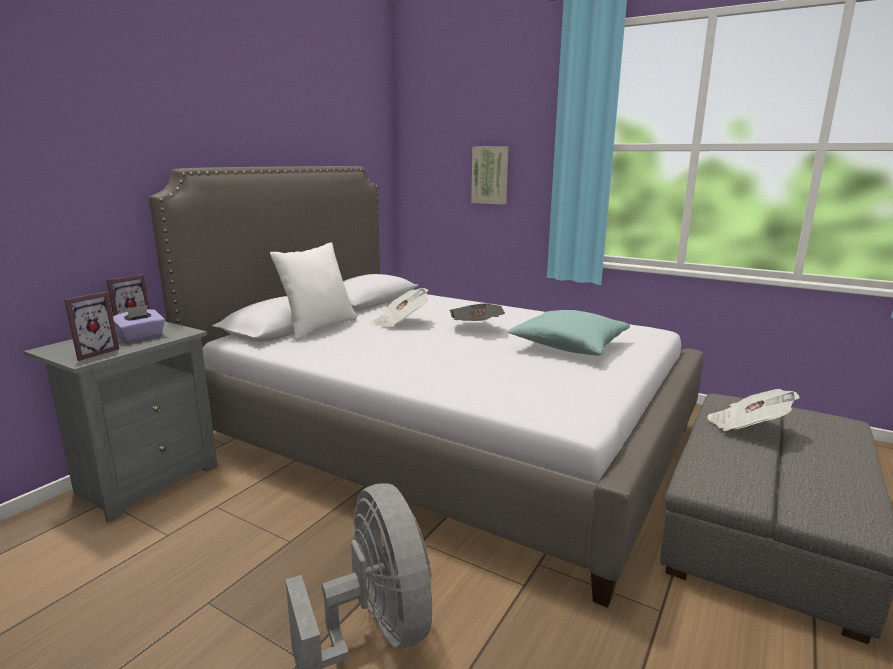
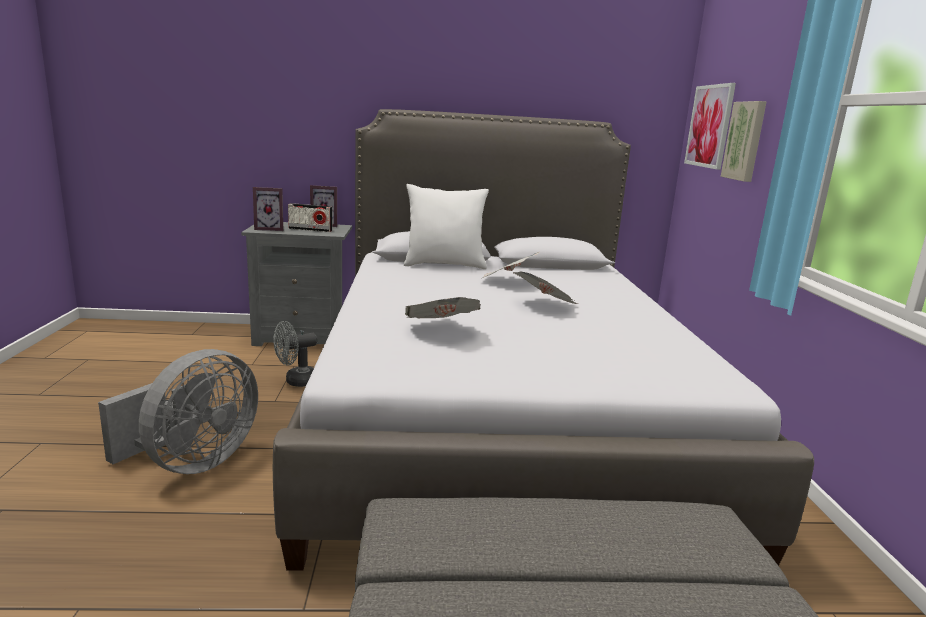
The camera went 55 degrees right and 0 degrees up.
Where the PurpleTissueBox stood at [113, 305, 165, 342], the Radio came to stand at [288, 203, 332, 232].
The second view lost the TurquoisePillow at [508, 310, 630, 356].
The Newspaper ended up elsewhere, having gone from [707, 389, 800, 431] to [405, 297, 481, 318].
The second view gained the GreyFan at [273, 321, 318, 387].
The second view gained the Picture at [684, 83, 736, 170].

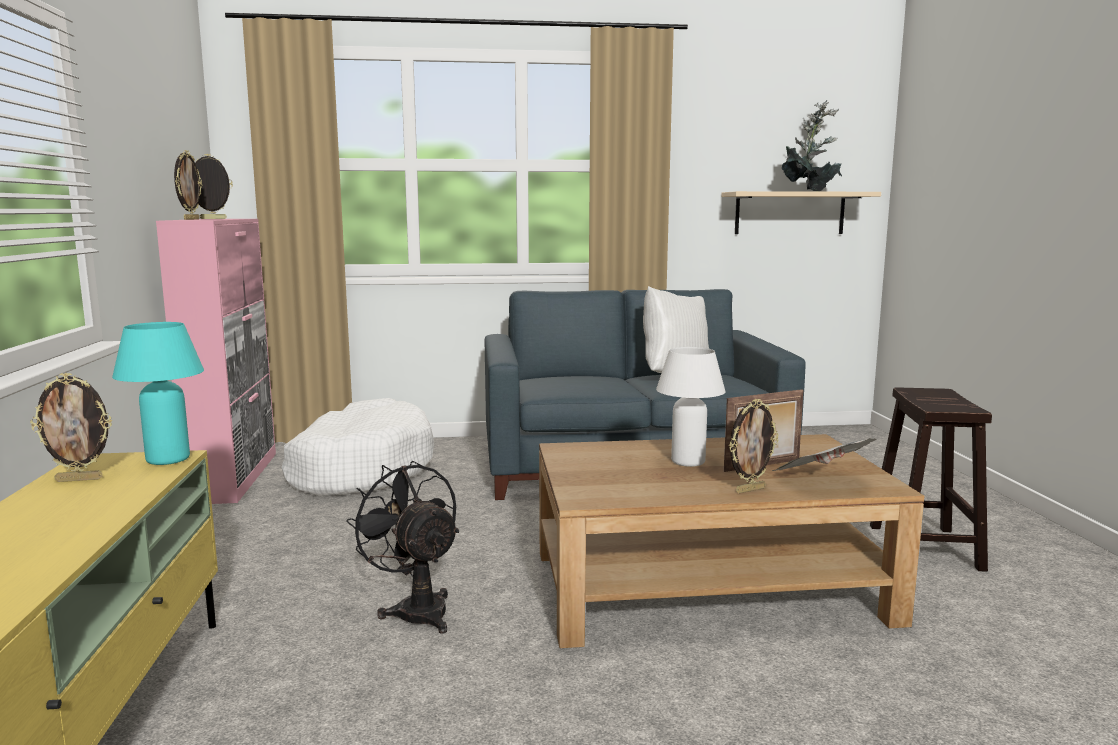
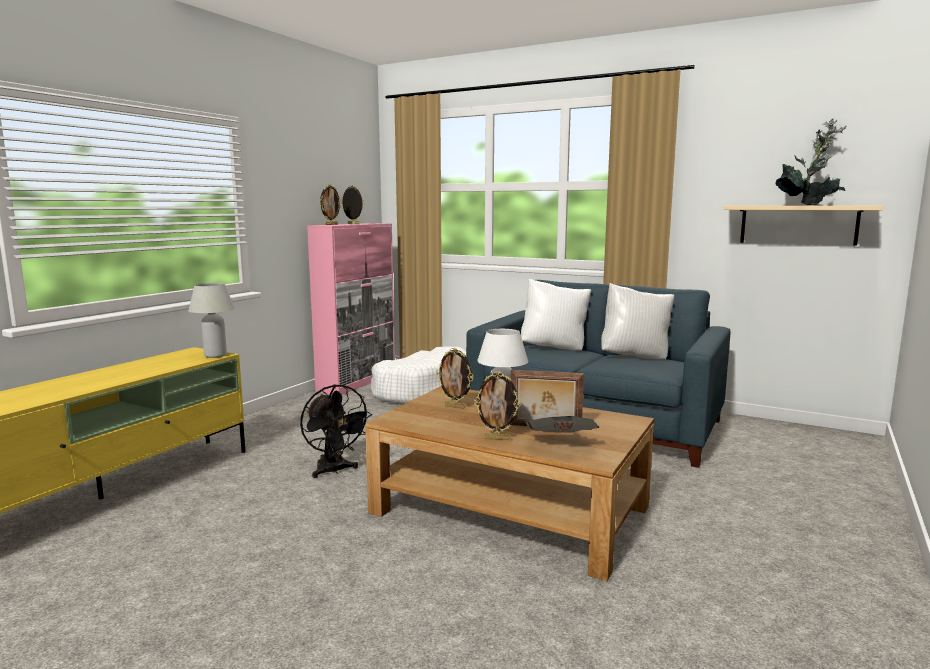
The camera went 35 degrees right and 0 degrees up.
The PictureFrame ended up elsewhere, having gone from [30, 373, 112, 482] to [436, 348, 474, 409].
What was the TurquoiseTableLamp at [112, 322, 204, 465] turned into the WhiteTableLamp at [188, 283, 235, 358].
The BlackFan at [346, 461, 459, 634] ended up facing another way, 150 degrees clockwise from before.
The second view lost the BrownStool at [870, 387, 992, 572].
The second view gained the WhitePillow at [521, 278, 591, 350].

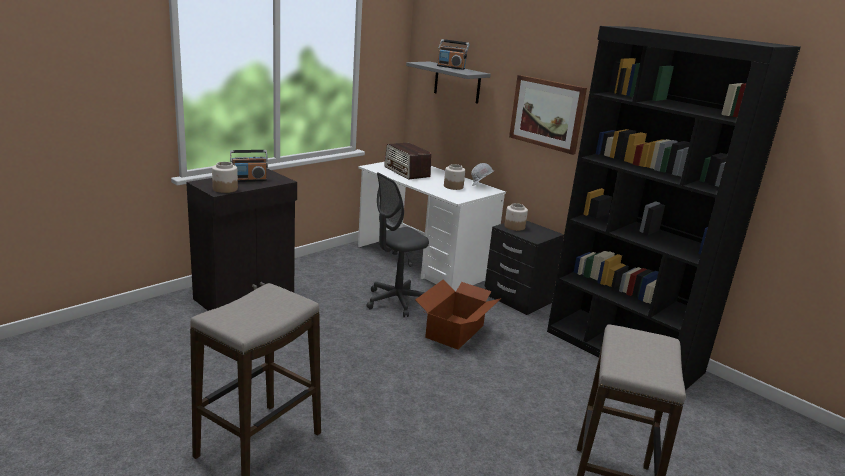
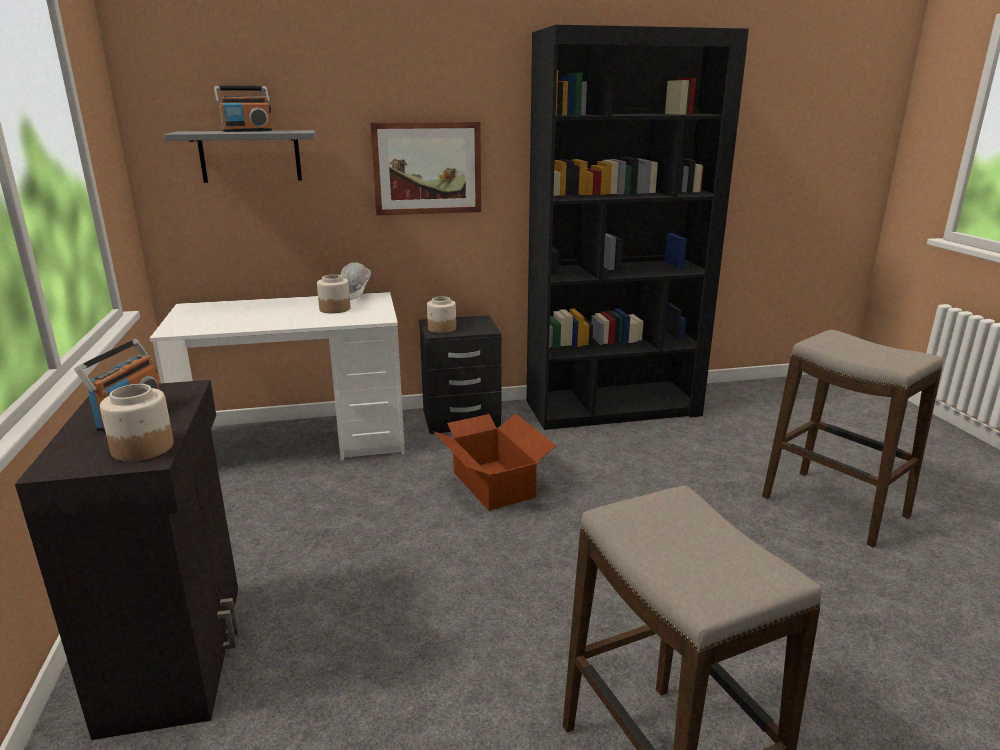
The camera went 55 degrees left and 0 degrees up.
The second view lost the GreyOfficeChair at [366, 172, 429, 317].
The second view lost the Radio at [384, 142, 431, 179].

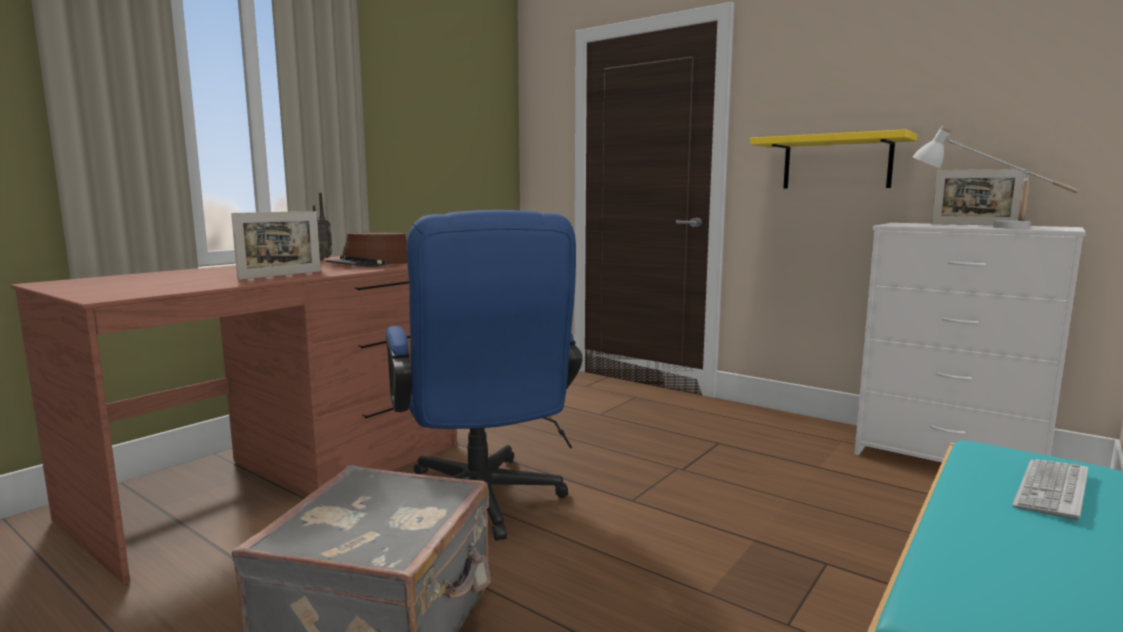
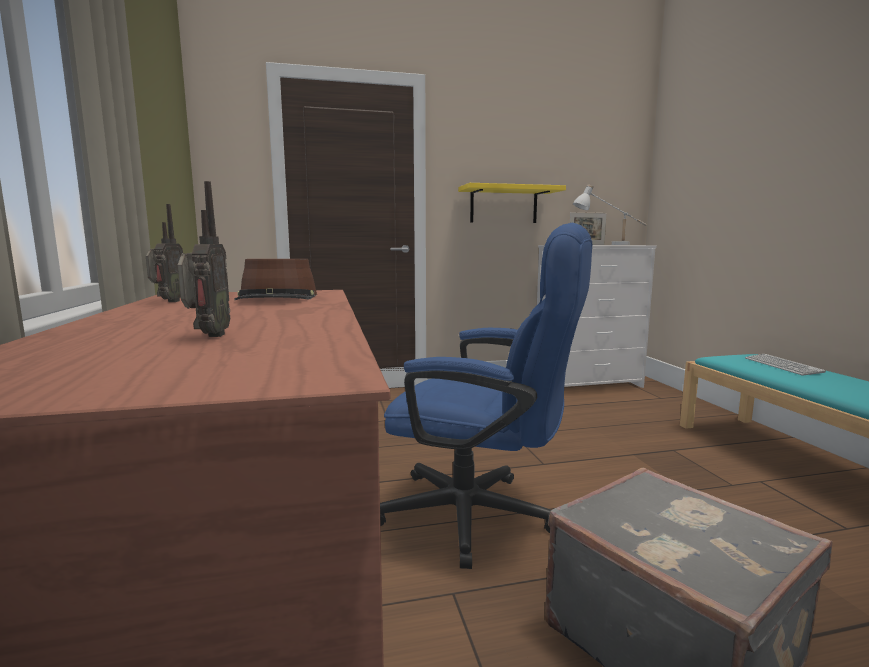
The camera went 50 degrees left and 0 degrees up.
The second view lost the PictureFrame at [231, 211, 321, 280].
The second view gained the Radio at [178, 181, 230, 337].

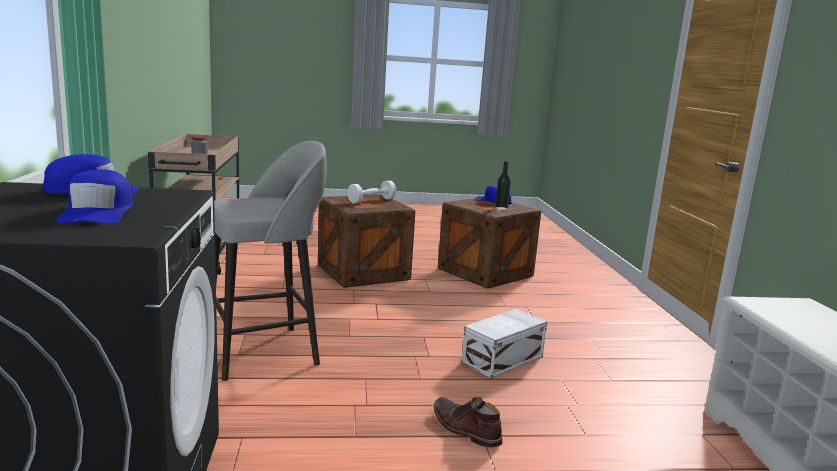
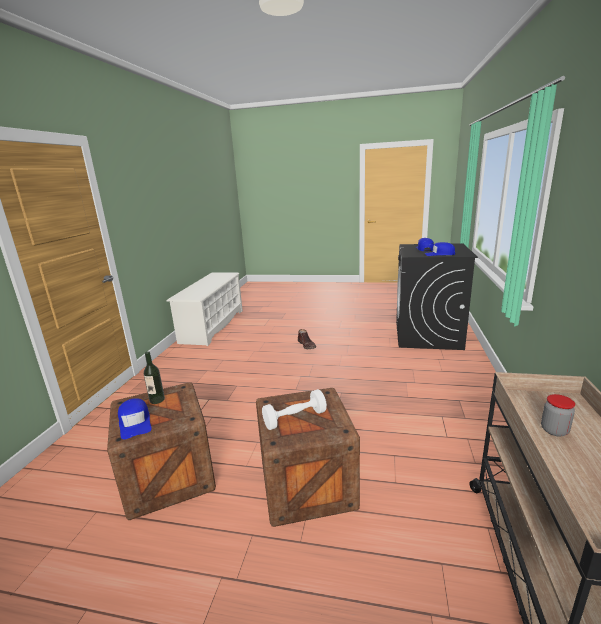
The camera went 160 degrees left and 5 degrees up.
The second view lost the GreyStool at [214, 141, 327, 381].
The second view lost the WhiteStorageBox at [461, 309, 547, 379].

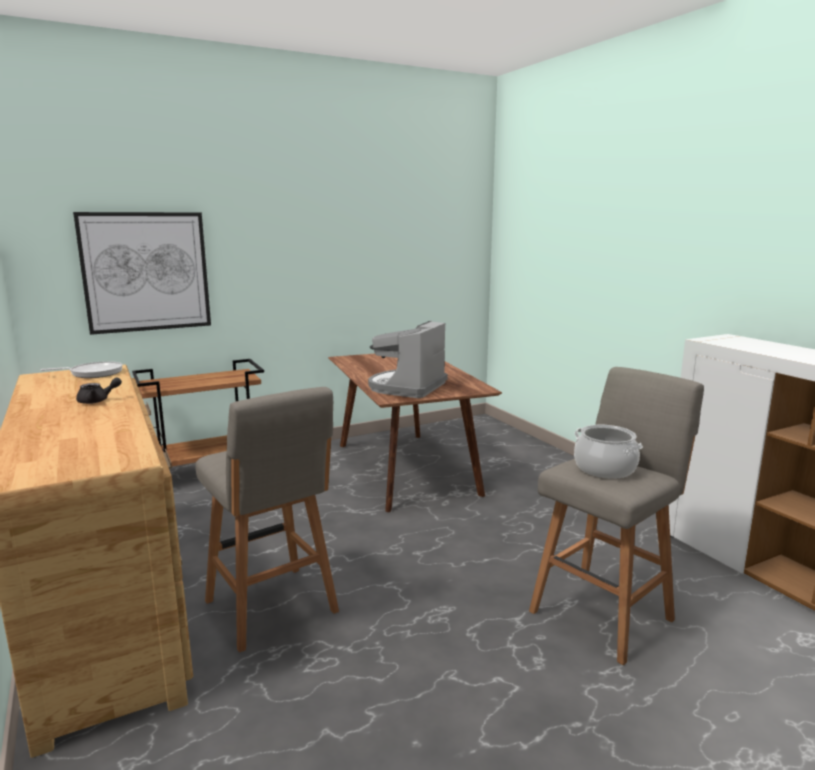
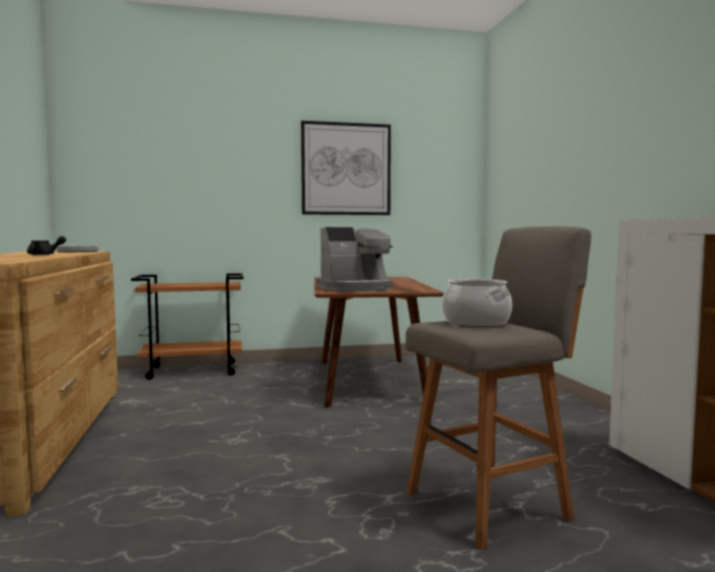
The camera went 15 degrees right and 10 degrees down.
The Picture ended up elsewhere, having gone from [73, 212, 211, 335] to [301, 121, 391, 215].
The second view lost the GreyStool at [195, 387, 339, 653].
The CoffeeMachine at [368, 321, 448, 398] ended up facing another way, 150 degrees counterclockwise from before.

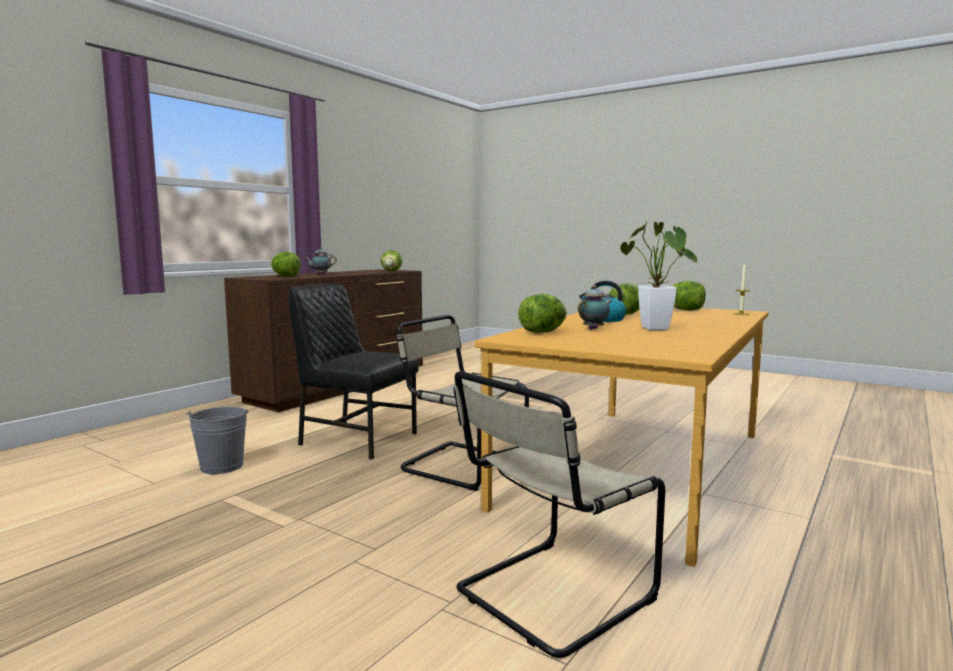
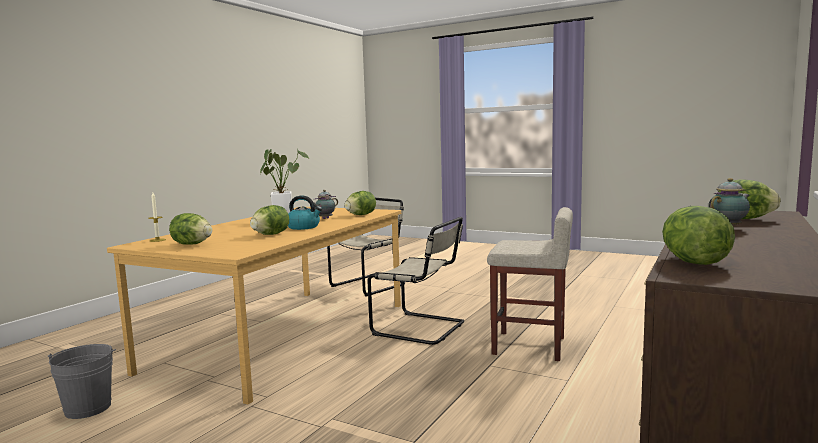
The camera went 175 degrees right and 0 degrees up.
The GreyBucket ended up elsewhere, having gone from [186, 407, 249, 474] to [48, 344, 116, 419].
Where the BlackChair stood at [288, 284, 419, 459], the BeigeStool came to stand at [487, 207, 573, 361].

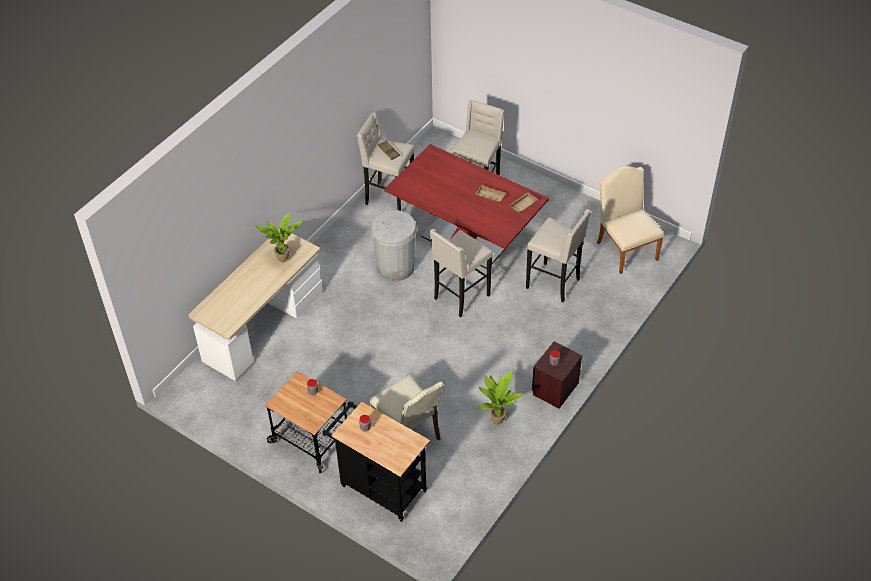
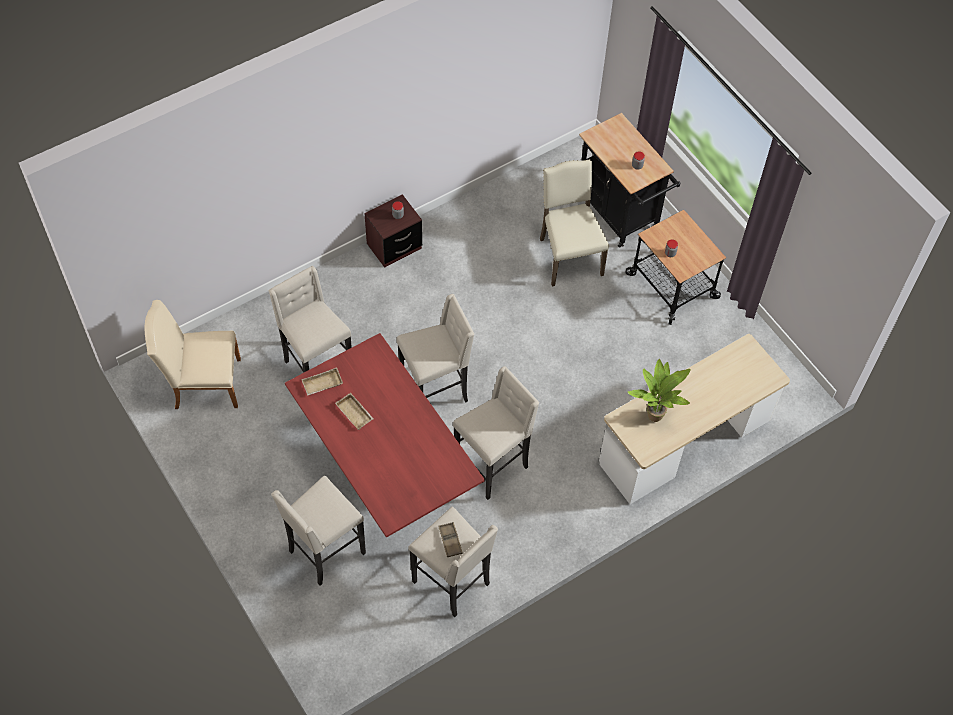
The camera went 160 degrees left and 10 degrees up.
Where the WhiteTrashCan stood at [370, 210, 417, 281], the BeigeStool came to stand at [453, 366, 539, 500].
The second view lost the PottedPlant at [478, 370, 524, 425].
The BeigeChair at [597, 166, 664, 274] ended up facing another way, 90 degrees clockwise from before.

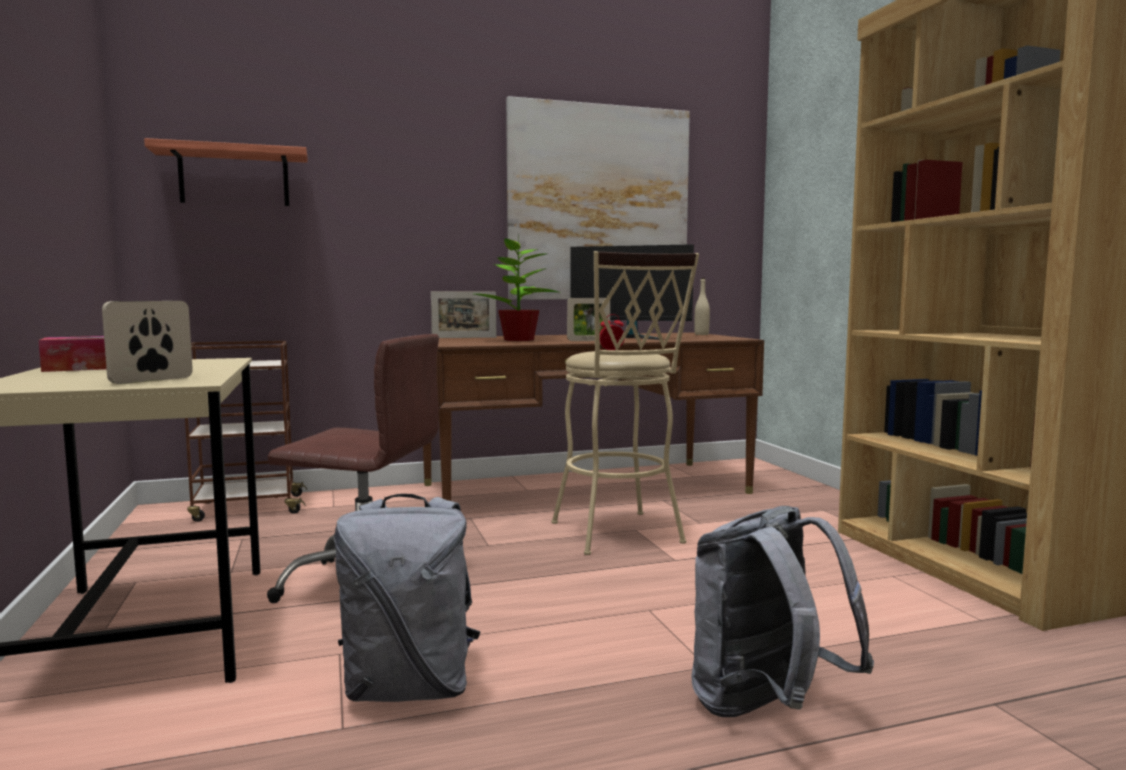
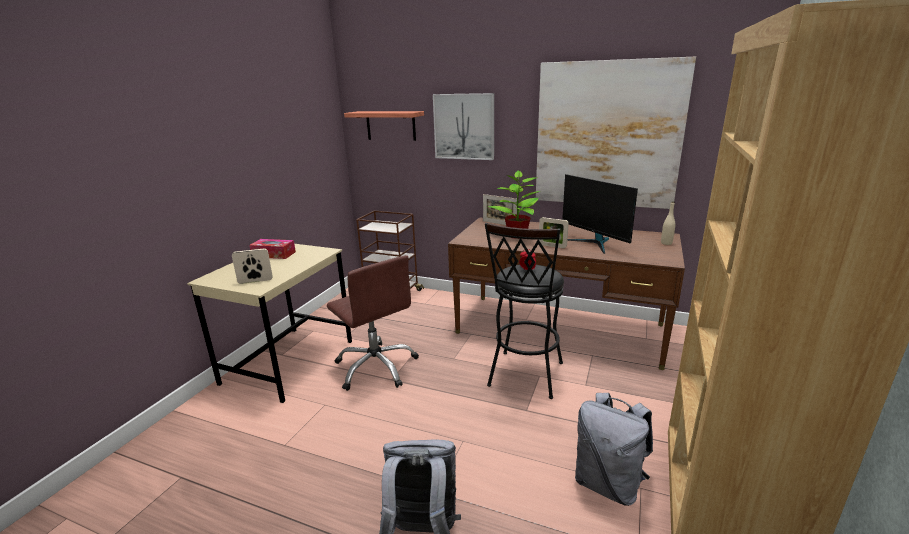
The camera went 40 degrees right and 15 degrees up.
The GreyBackpack ended up elsewhere, having gone from [334, 494, 481, 702] to [575, 393, 653, 506].
What was the BeigeStool at [552, 251, 699, 555] turned into the BlackStool at [485, 223, 564, 399].
The second view gained the Picture at [433, 93, 494, 160].

